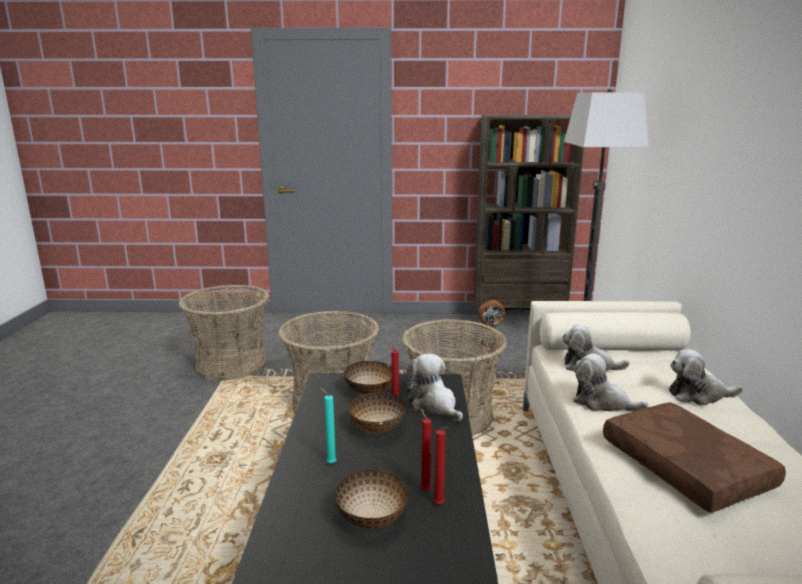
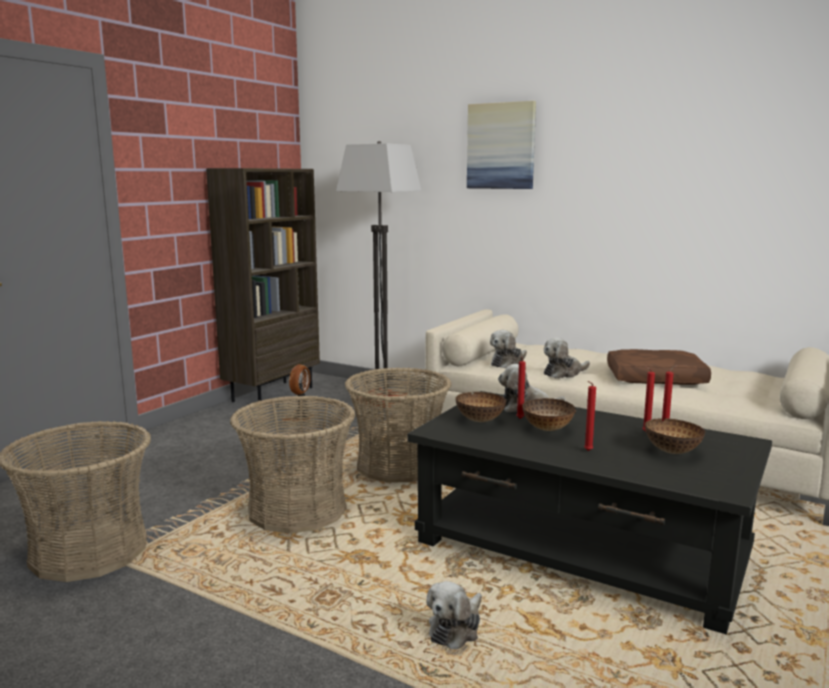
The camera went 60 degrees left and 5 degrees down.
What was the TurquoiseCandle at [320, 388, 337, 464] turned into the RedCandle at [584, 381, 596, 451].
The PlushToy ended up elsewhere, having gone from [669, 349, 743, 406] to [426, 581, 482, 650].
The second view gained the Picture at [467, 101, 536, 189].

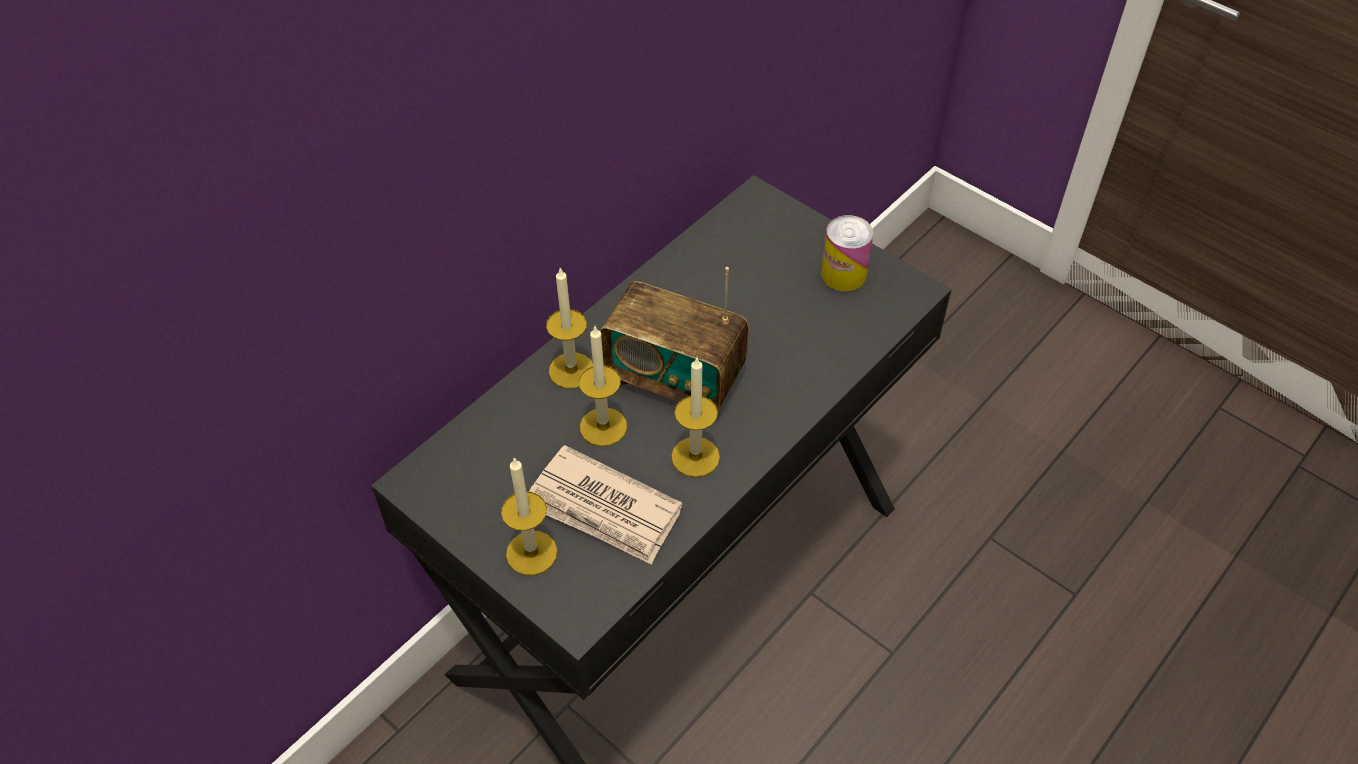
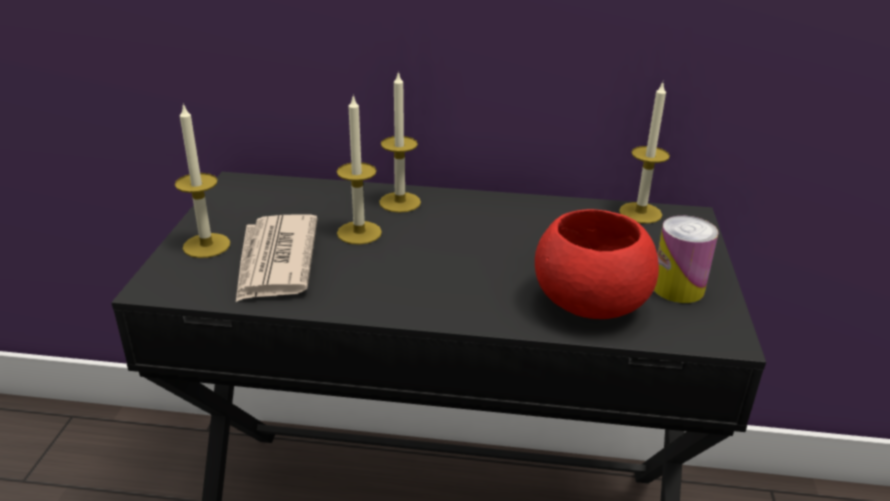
The camera went 55 degrees right and 20 degrees down.
The second view lost the Radio at [600, 267, 749, 411].
The Candle ended up elsewhere, having gone from [671, 358, 720, 477] to [619, 82, 670, 224].
The second view gained the RedBowl at [535, 209, 659, 319].

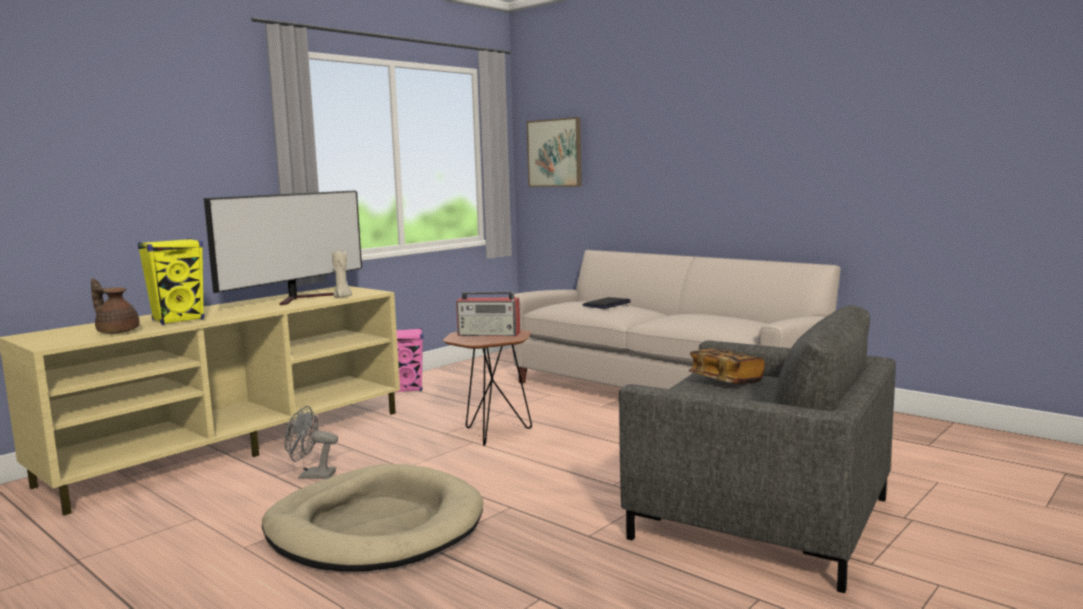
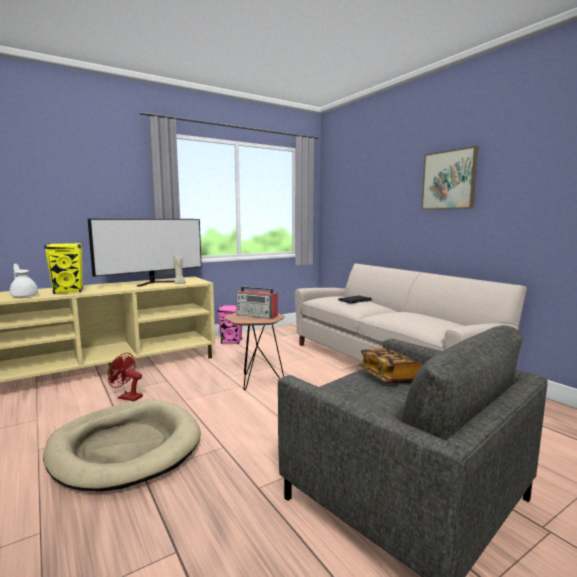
The camera went 15 degrees right and 0 degrees up.
What was the BrownTeapot at [91, 279, 140, 334] turned into the WhiteTeapot at [10, 264, 38, 297].
What was the GreyFan at [285, 406, 338, 479] turned into the RedFan at [108, 353, 143, 401].
The Picture ended up elsewhere, having gone from [527, 117, 582, 187] to [421, 146, 478, 210].

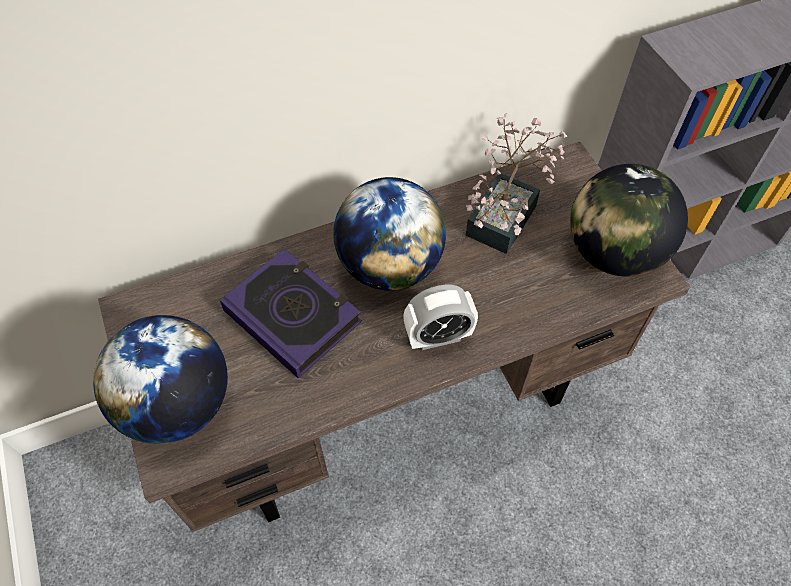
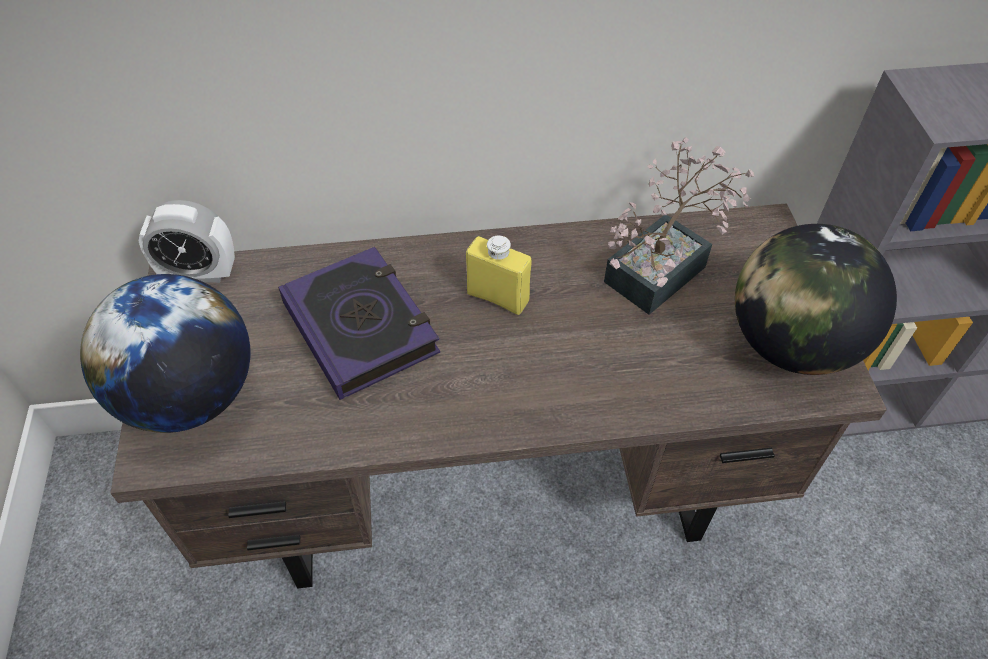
The camera went 15 degrees right and 5 degrees down.
Where the Globe stood at [333, 177, 446, 291], the YellowBottle came to stand at [466, 236, 532, 315].
The AlarmClock ended up elsewhere, having gone from [403, 285, 478, 350] to [139, 200, 235, 283].

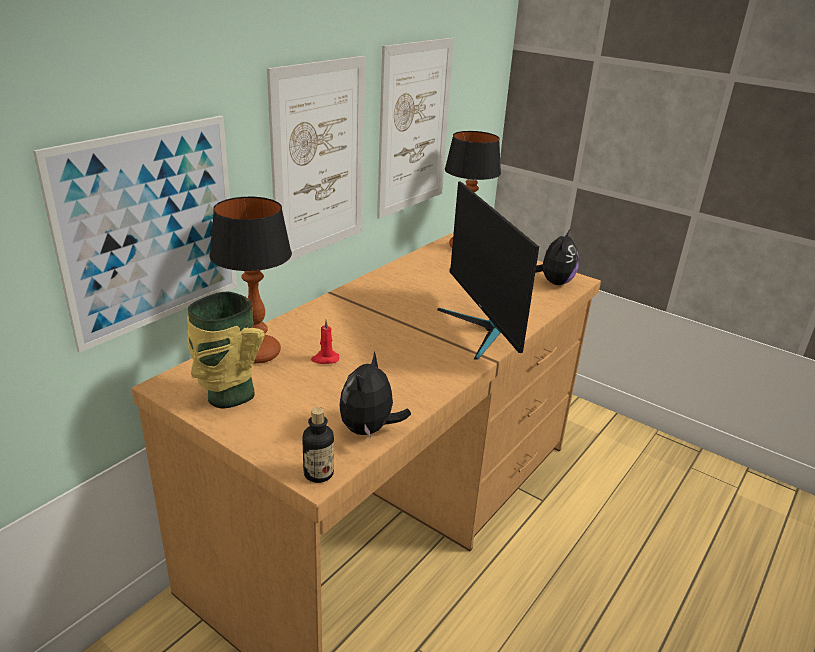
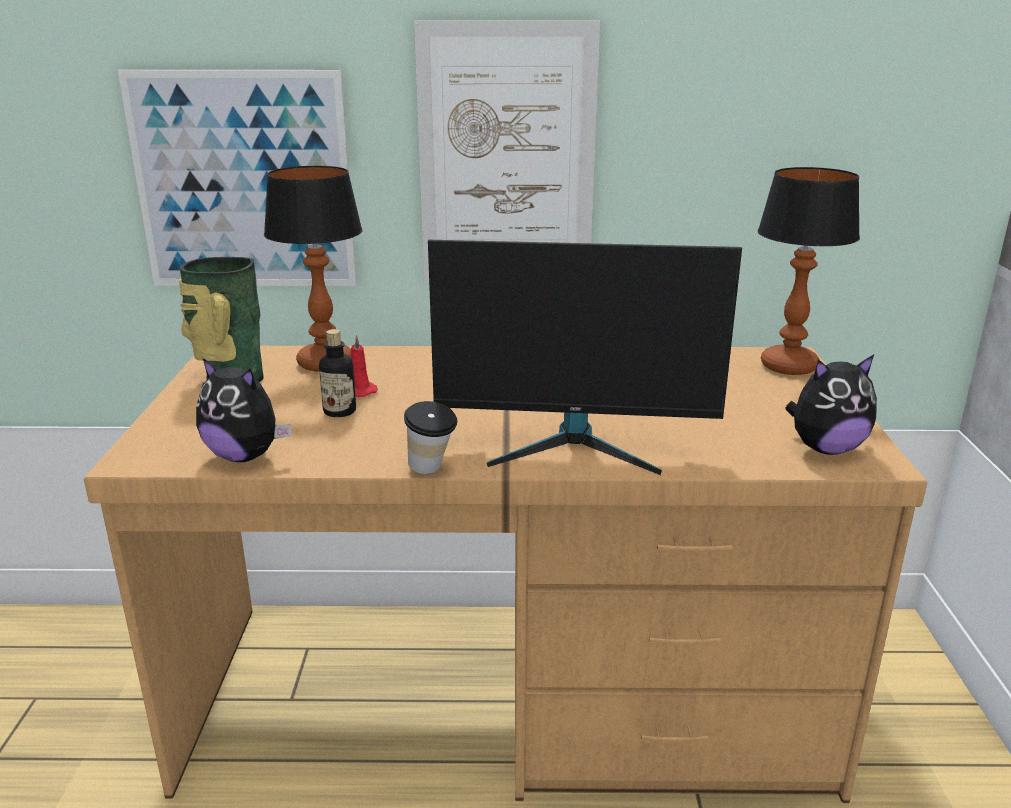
The camera went 55 degrees right and 5 degrees down.
The Bottle ended up elsewhere, having gone from [302, 407, 334, 483] to [319, 329, 356, 417].
The PlushToy at [339, 351, 411, 438] ended up facing another way, 135 degrees counterclockwise from before.
The second view lost the Picture at [377, 38, 454, 219].
The Monitor at [437, 182, 539, 360] ended up facing another way, 120 degrees counterclockwise from before.
The second view gained the Cup at [404, 401, 457, 474].

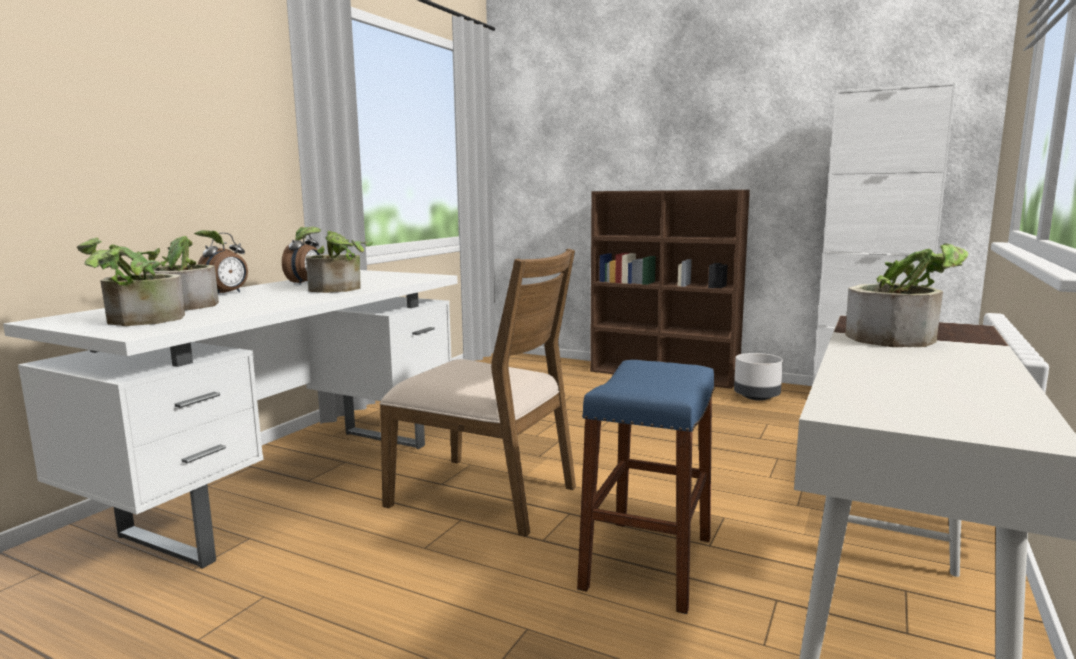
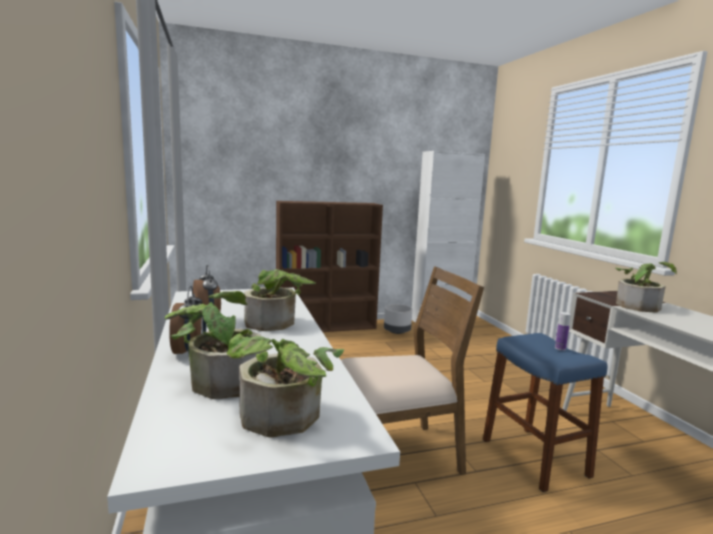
The camera went 45 degrees left and 0 degrees up.
The second view gained the Bottle at [555, 312, 571, 351].

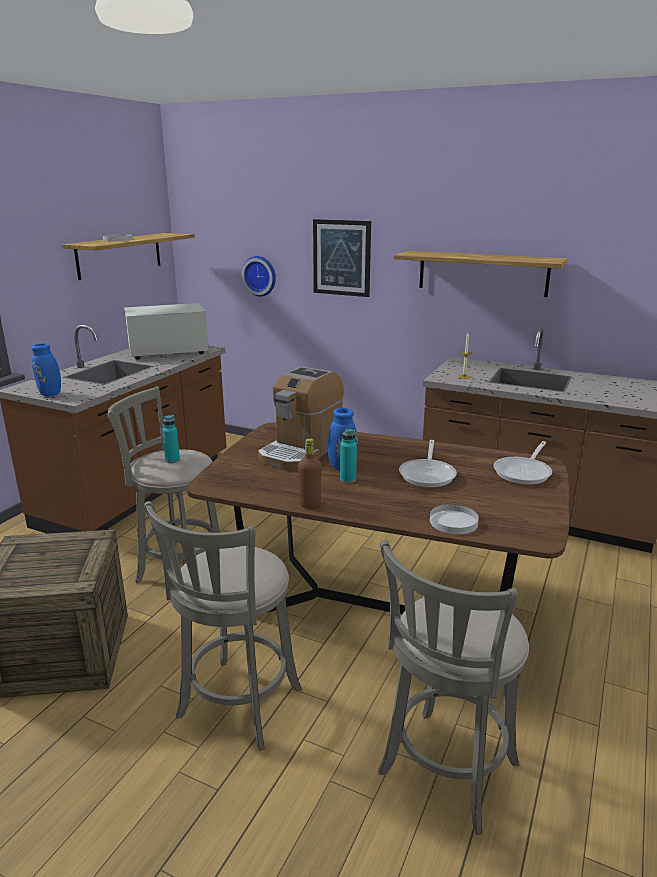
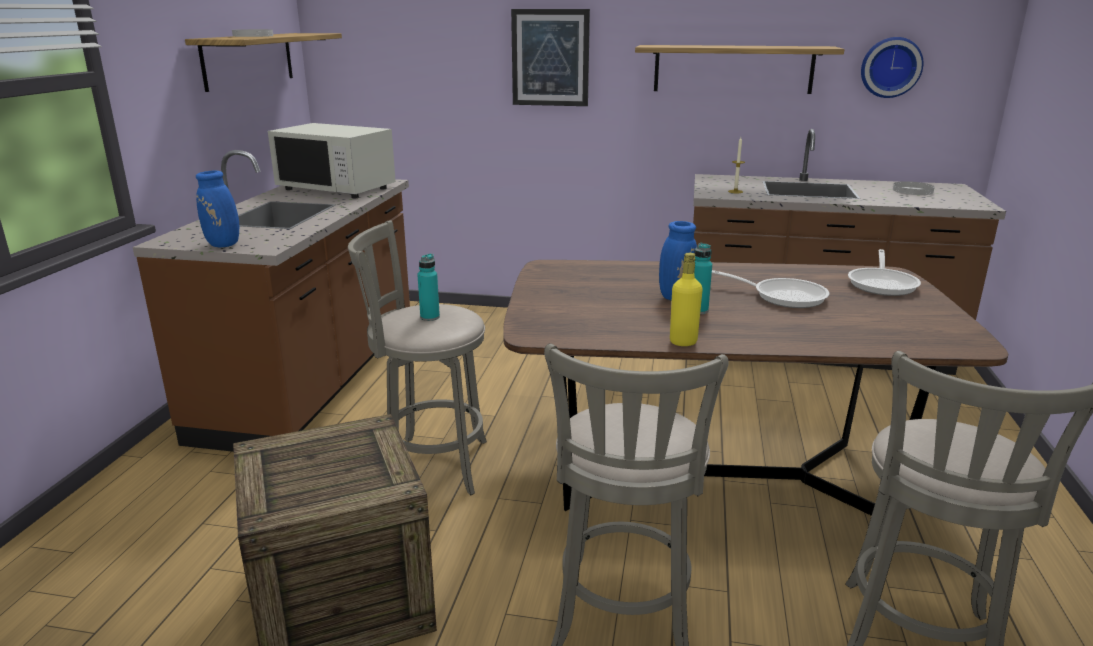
The camera went 15 degrees left and 0 degrees up.
The WhiteMicrowave at [124, 303, 209, 359] ended up facing another way, 120 degrees counterclockwise from before.
The WallClock ended up elsewhere, having gone from [241, 256, 276, 297] to [861, 37, 923, 98].
The second view lost the CoffeeMachine at [258, 366, 344, 471].
What was the BrownBottle at [298, 438, 322, 509] turned into the YellowBottle at [670, 253, 703, 346].
The FryingPan at [399, 440, 457, 488] ended up facing another way, 60 degrees counterclockwise from before.
The WhitePlate ended up elsewhere, having gone from [430, 504, 479, 534] to [893, 181, 934, 195].

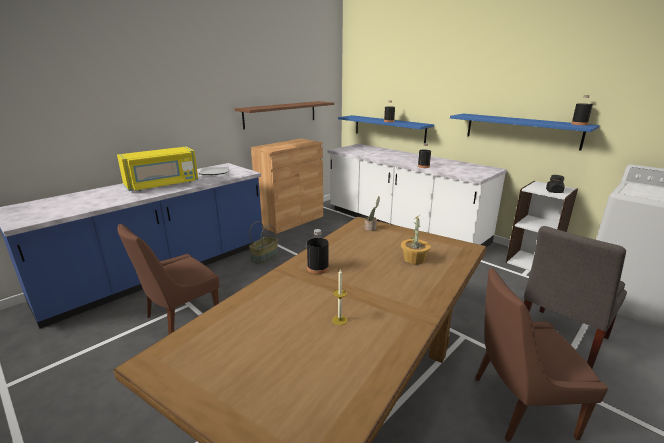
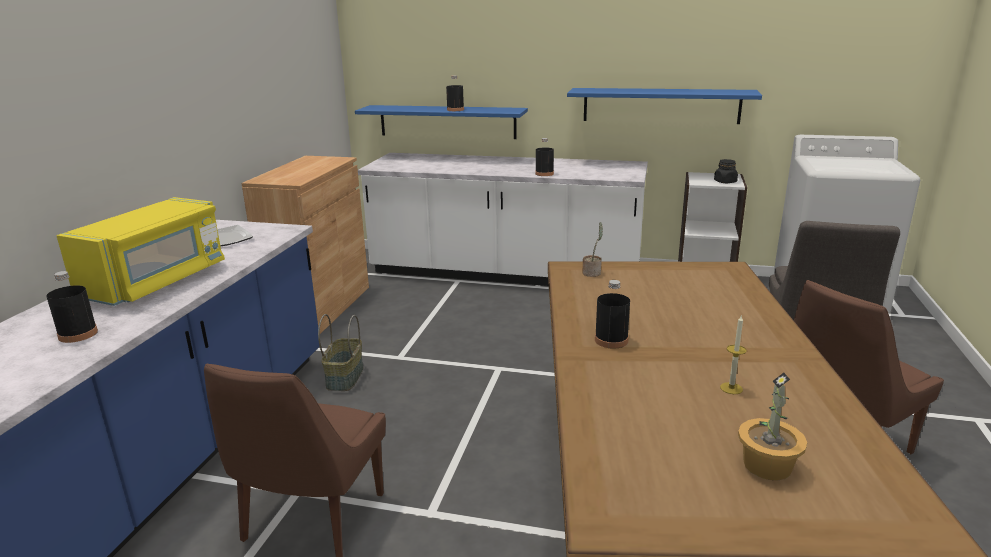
The camera went 30 degrees left and 0 degrees up.
The second view lost the BrownShelf at [235, 101, 334, 129].
The PottedPlant ended up elsewhere, having gone from [401, 215, 431, 264] to [738, 373, 807, 481].
The BlackBottle ended up elsewhere, having gone from [571, 95, 593, 125] to [46, 271, 98, 343].

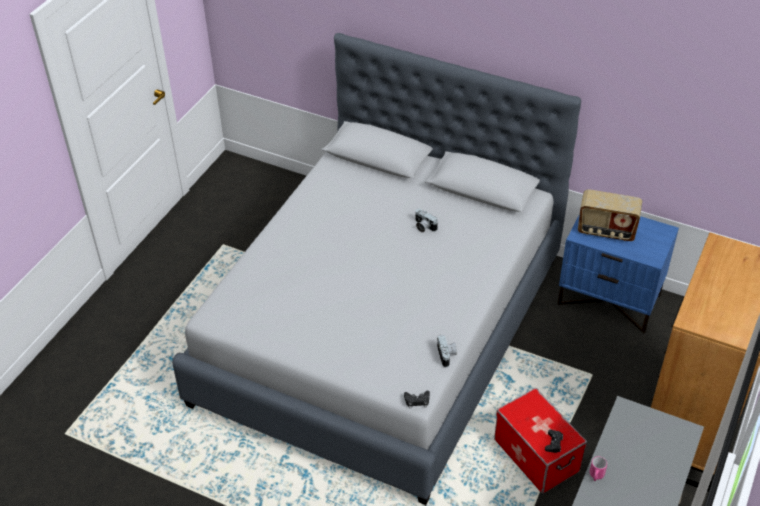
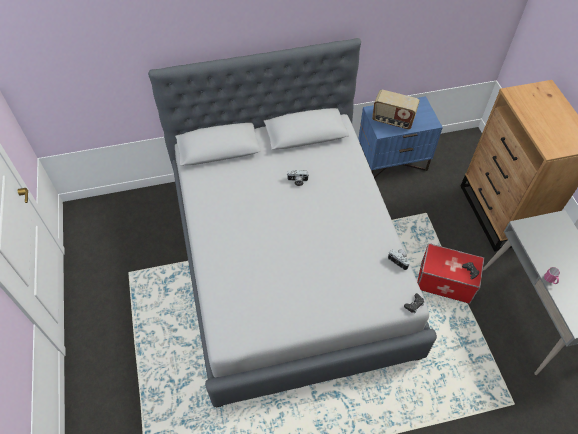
The camera went 40 degrees left and 10 degrees up.
The Radio at [578, 189, 642, 241] ended up facing another way, 45 degrees clockwise from before.

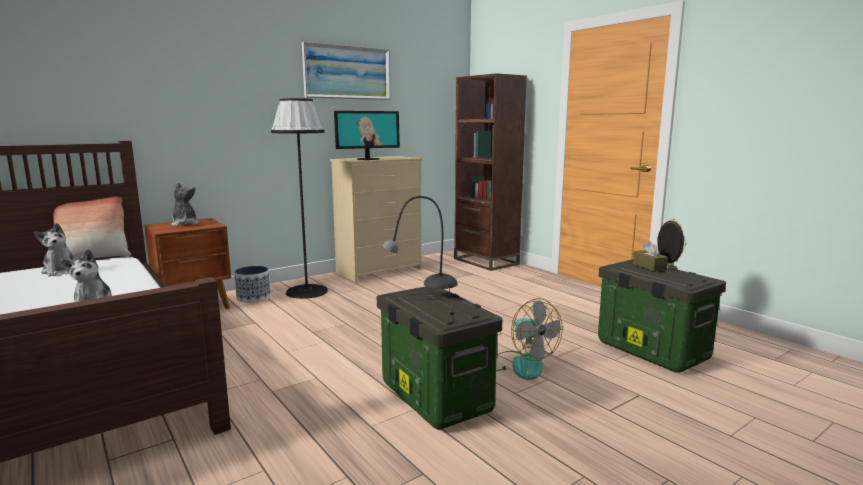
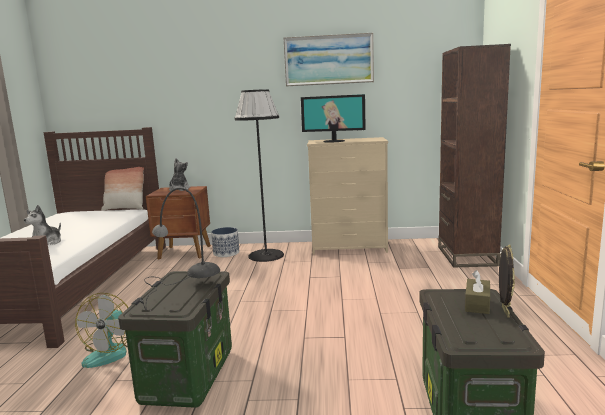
The camera went 40 degrees right and 0 degrees up.
The second view lost the PlushToy at [34, 223, 74, 277].
The Fan ended up elsewhere, having gone from [496, 298, 563, 380] to [75, 293, 128, 368].

